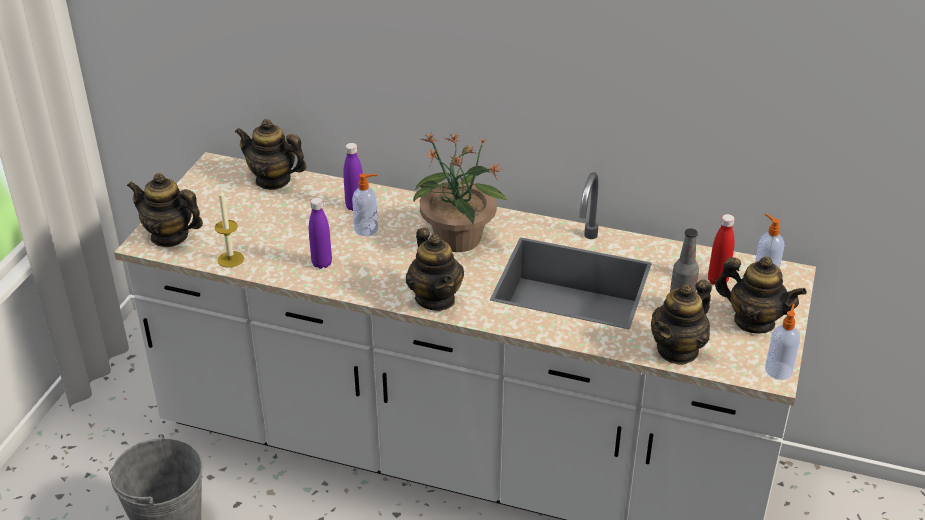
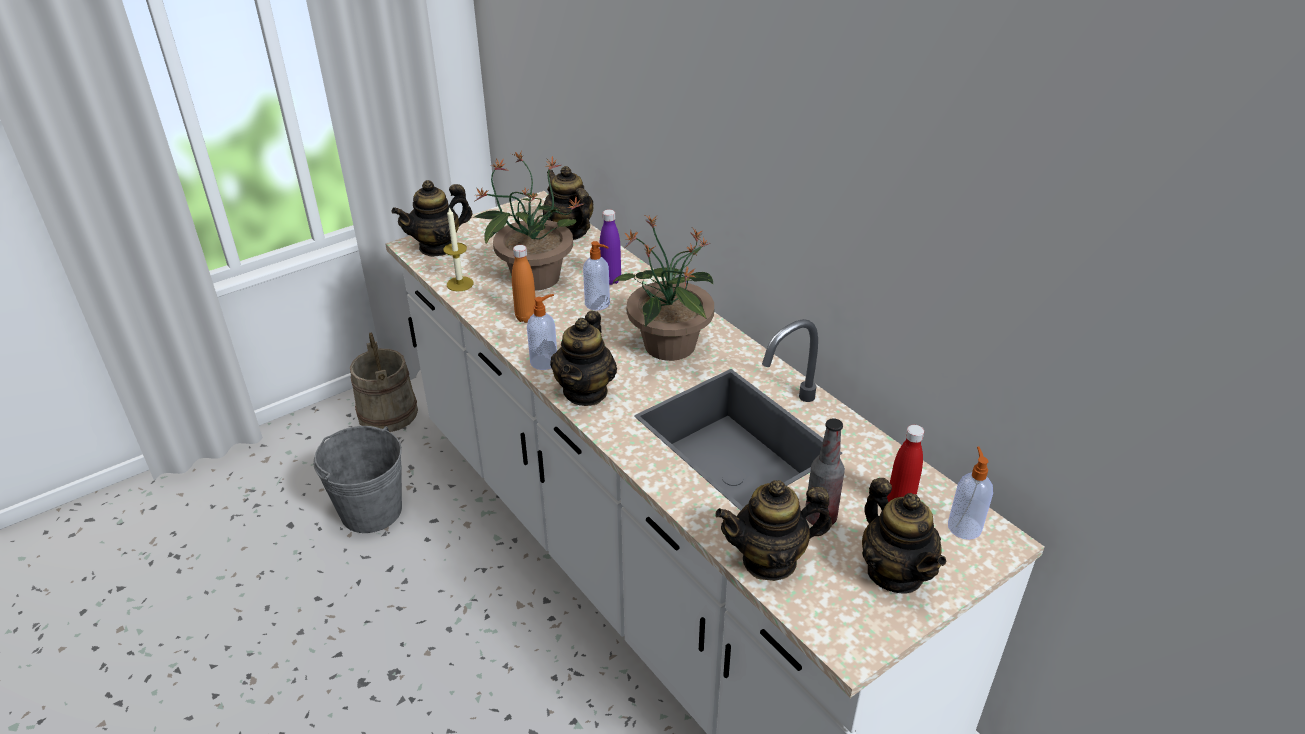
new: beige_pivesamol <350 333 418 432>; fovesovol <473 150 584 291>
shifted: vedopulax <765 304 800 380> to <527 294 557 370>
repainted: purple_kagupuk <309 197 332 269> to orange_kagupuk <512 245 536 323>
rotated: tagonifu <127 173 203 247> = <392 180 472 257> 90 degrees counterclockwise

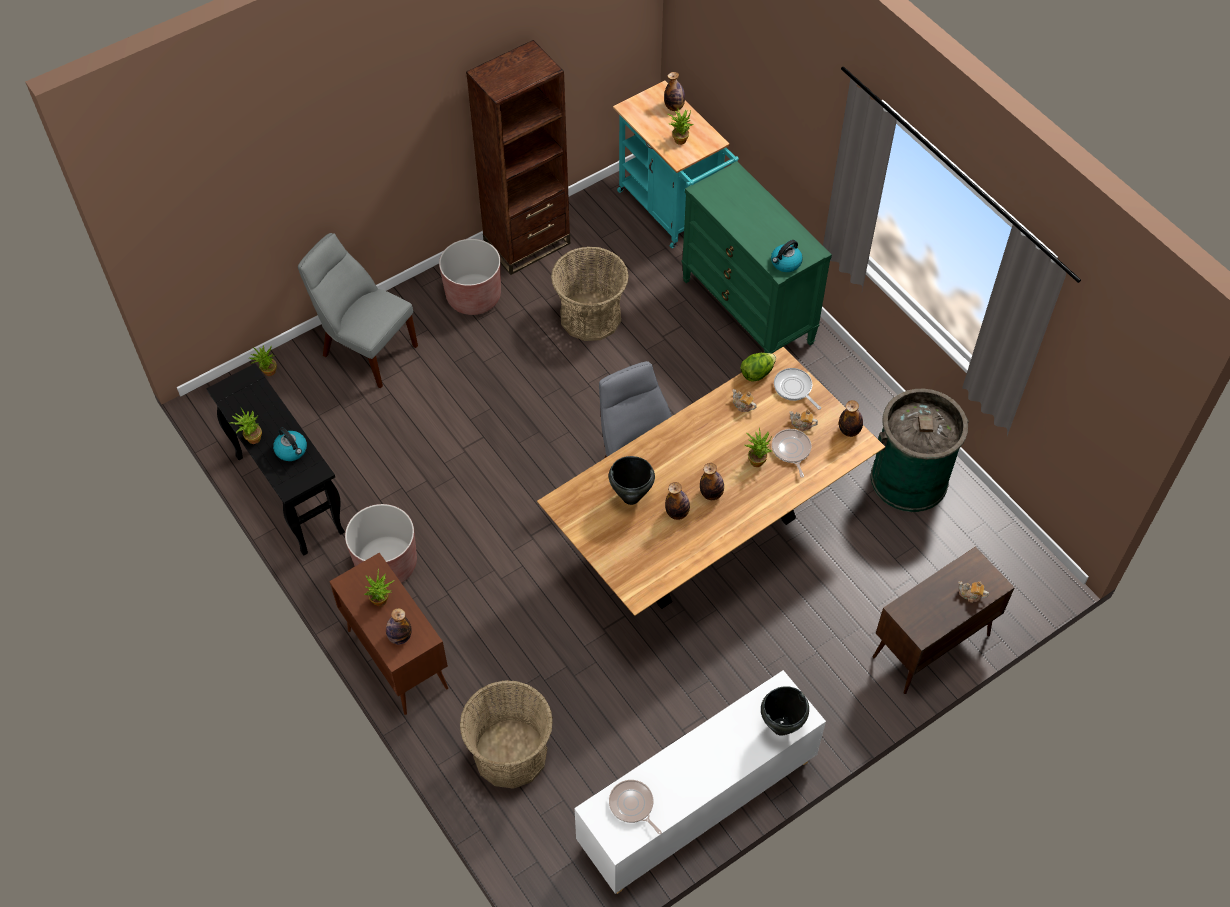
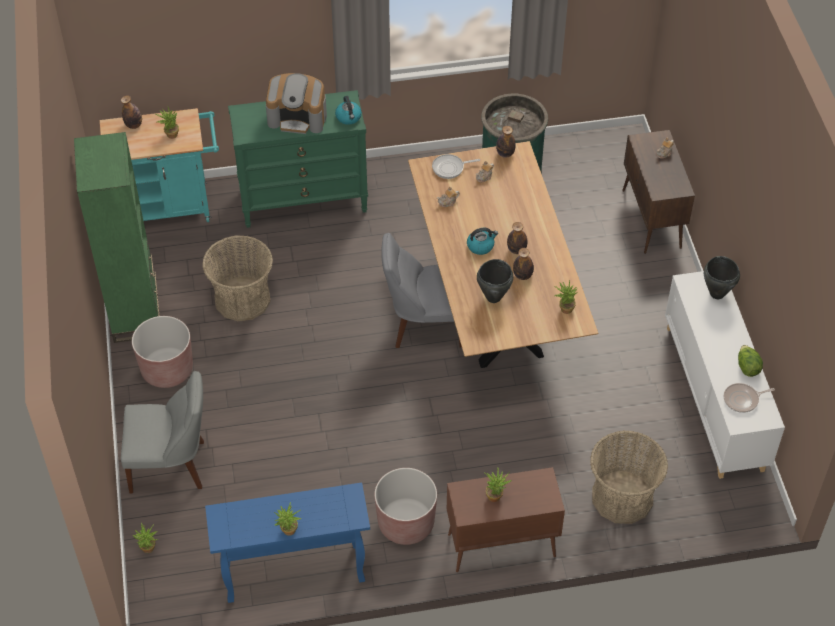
gone: kagupuk <386 608 411 644>; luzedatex <772 429 811 478>
new: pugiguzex <266 73 327 134>
shifted: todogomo <273 427 307 461> to <467 228 498 255>; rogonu <740 353 776 382> to <738 345 763 377>; fovesovol <745 428 772 467> to <554 280 578 314>
repainted: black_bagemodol <206 364 345 556> to blue_bagemodol <205 482 370 603>; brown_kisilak <466 40 570 275> to green_kisilak <74 132 160 343>
rotated: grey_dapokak <298 233 418 388> = <121 371 204 494> 150 degrees counterclockwise

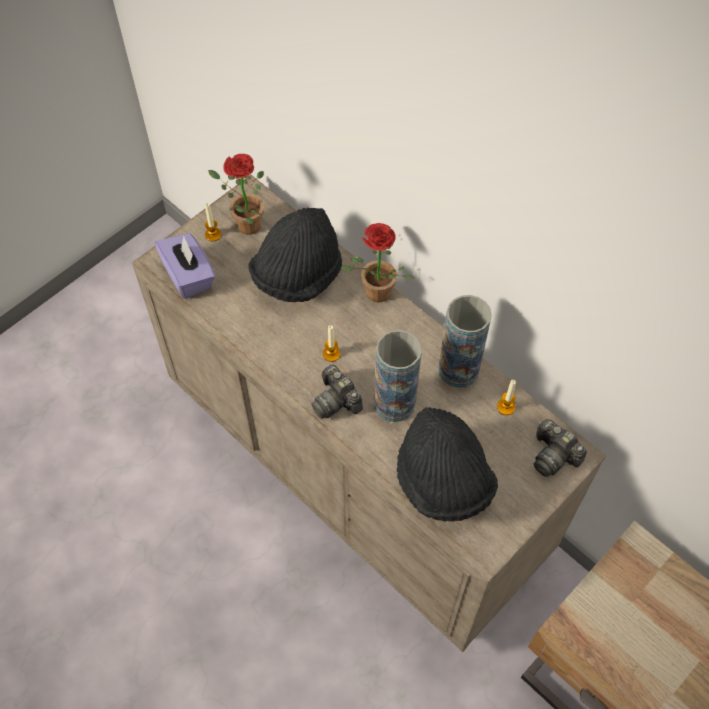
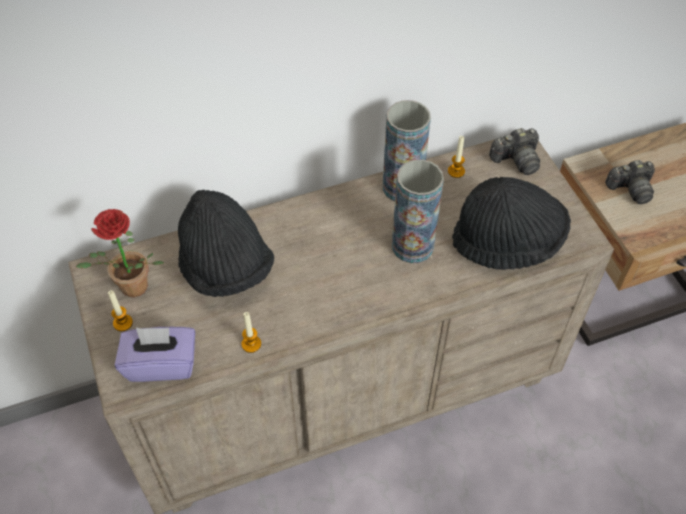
gone: fovesovol <341 223 414 303>
shifted: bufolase <311 365 363 419> to <605 160 655 204>; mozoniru <323 325 340 362> to <241 312 261 353>

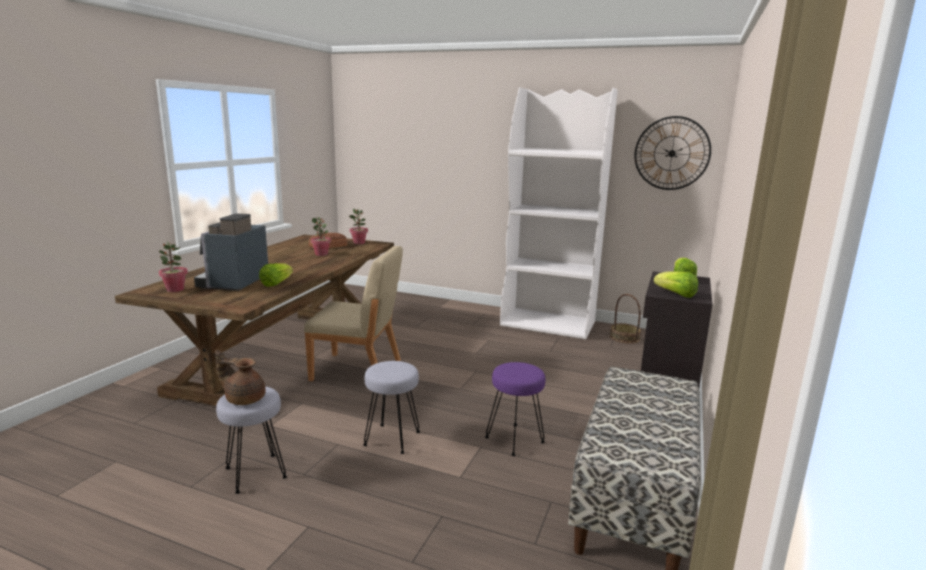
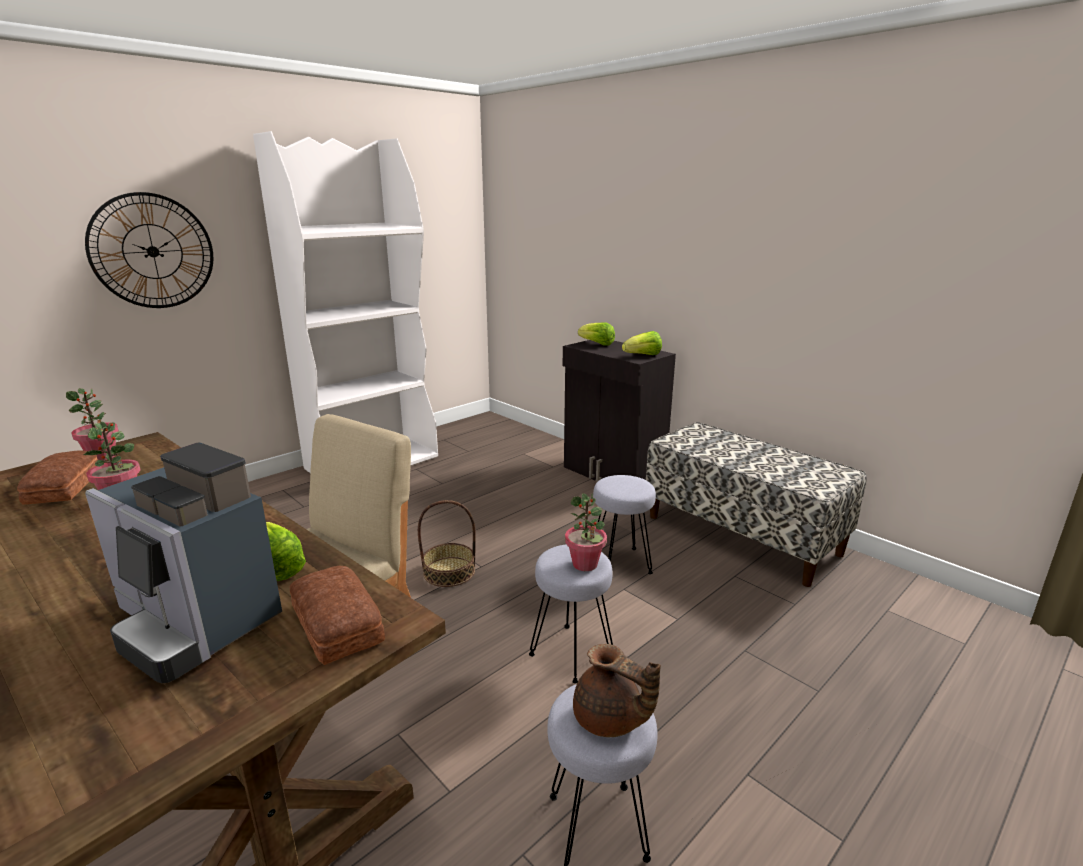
new: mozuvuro <290 565 385 665>
shifted: fovesovol <159 242 188 292> to <565 493 607 571>; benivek <610 294 641 344> to <418 500 476 587>; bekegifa <634 116 711 190> to <85 192 213 308>
repainted: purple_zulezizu <485 362 545 456> to grey_zulezizu <593 475 656 574>
rotated: brown_tagonifu <215 350 266 405> = <573 644 661 737> 90 degrees counterclockwise

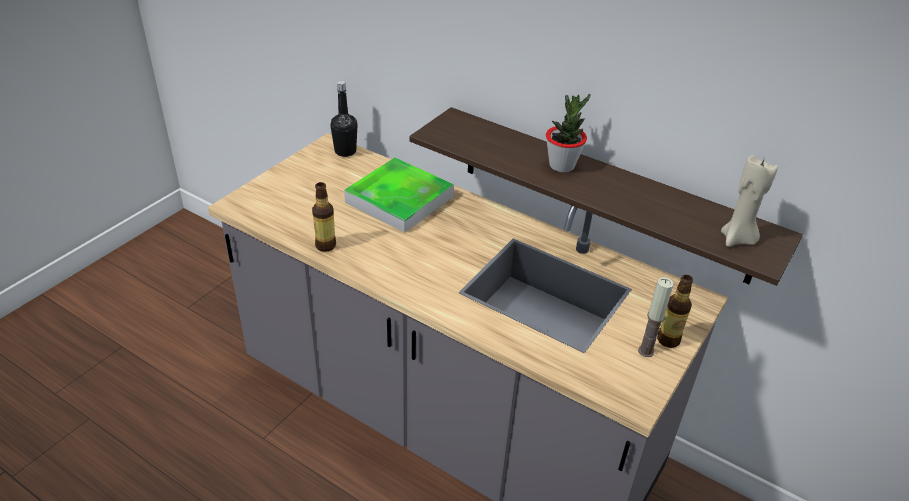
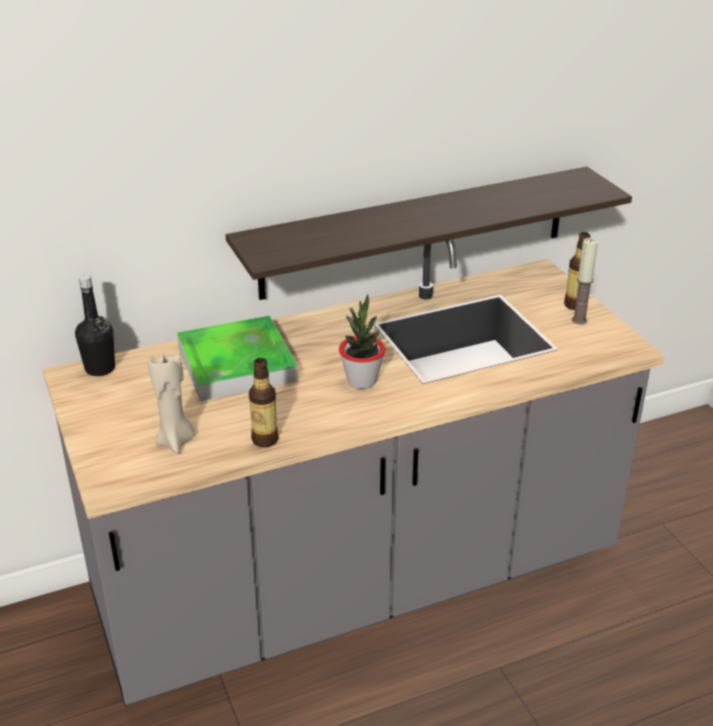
shifted: fovesovol <546 94 591 172> to <339 294 385 389>; beige_mozoniru <721 155 778 247> to <148 352 195 454>

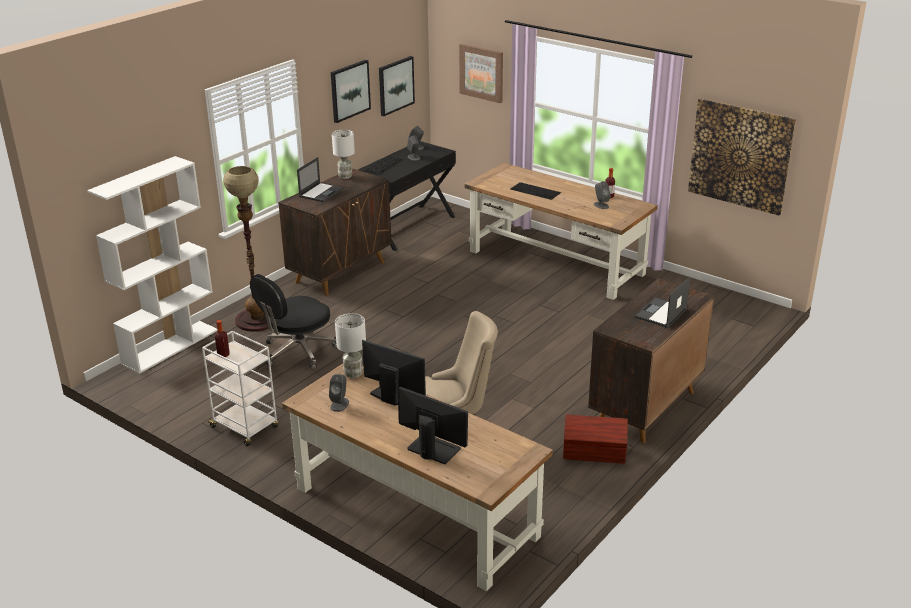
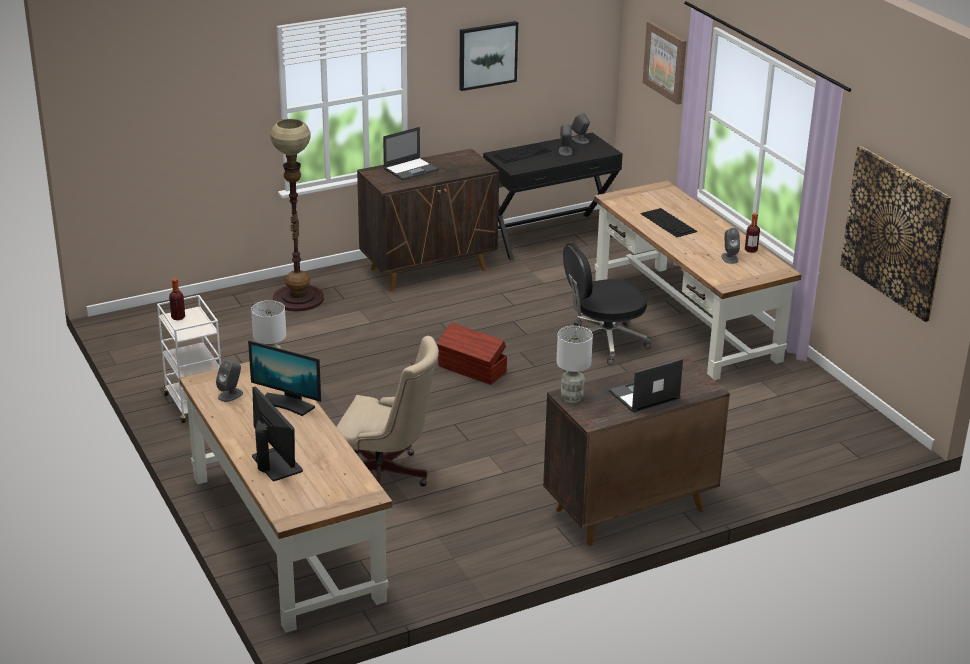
gone: white_kisilak <87 156 218 374>; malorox <379 56 415 116>
shifted: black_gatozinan <250 274 337 370> to <563 243 652 365>; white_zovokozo <332 130 355 179> to <556 326 593 403>; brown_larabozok <563 415 628 464> to <436 323 507 385>
rotated: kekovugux <362 340 426 406> = <248 340 321 416> 150 degrees clockwise

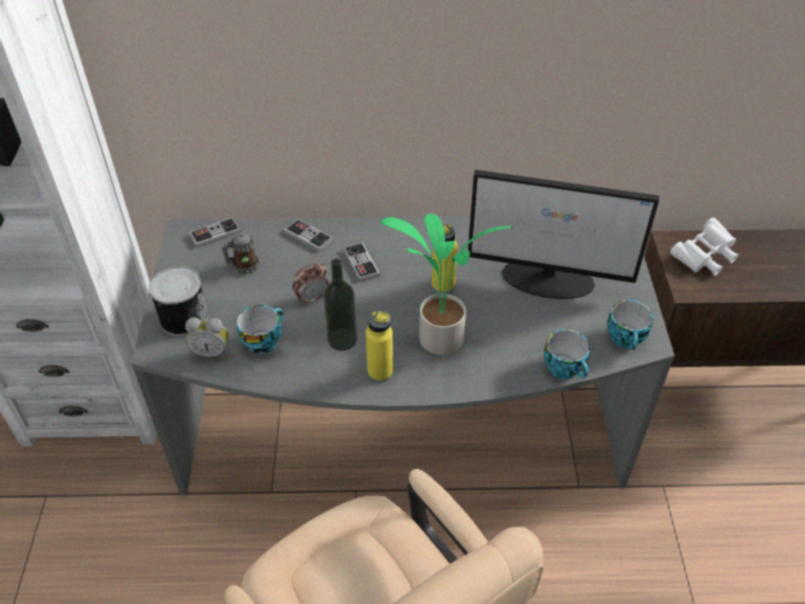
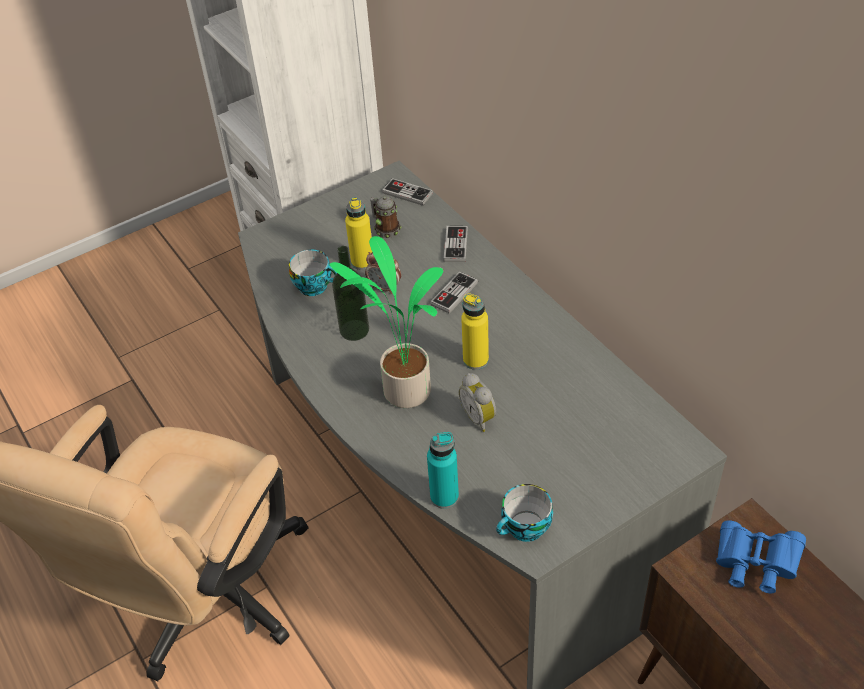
gone: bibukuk <149 267 209 336>; kekovugux <468 170 659 299>
shifted: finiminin <185 317 228 358> to <459 373 496 432>; yellow_kagupuk <366 311 393 382> to <345 197 372 270>
swapped: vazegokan <544 329 590 379> to turquoise_kagupuk <427 432 459 509>
repainted: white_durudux <670 218 739 276> to blue_durudux <716 520 806 594>

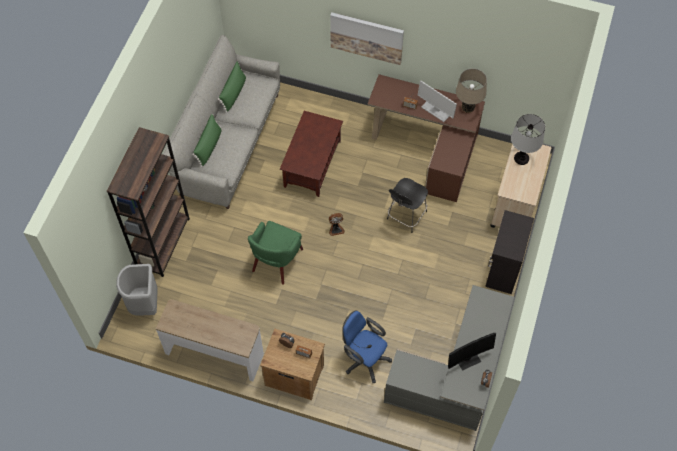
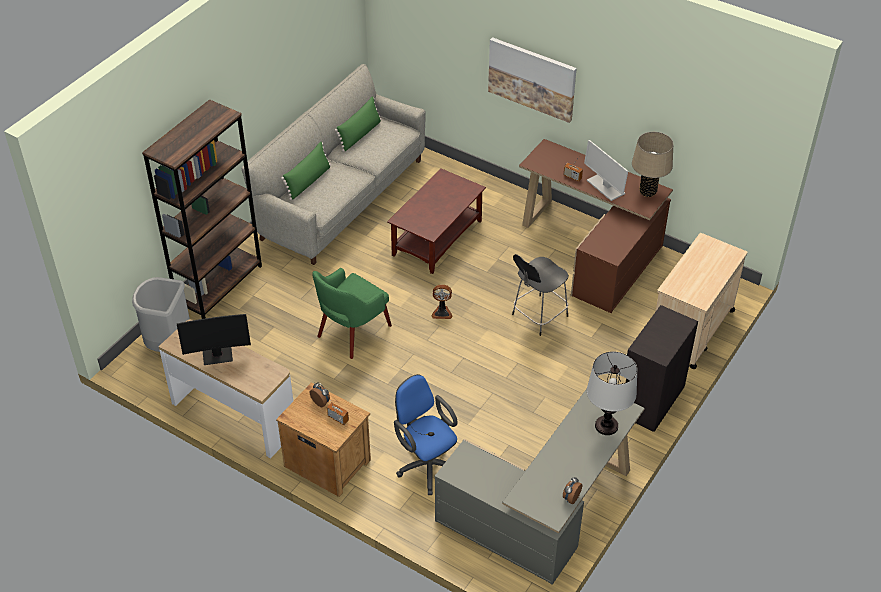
shifted: kekovugux <448 333 496 371> to <177 314 251 365>; zovokozo <511 114 545 165> to <587 352 637 435>

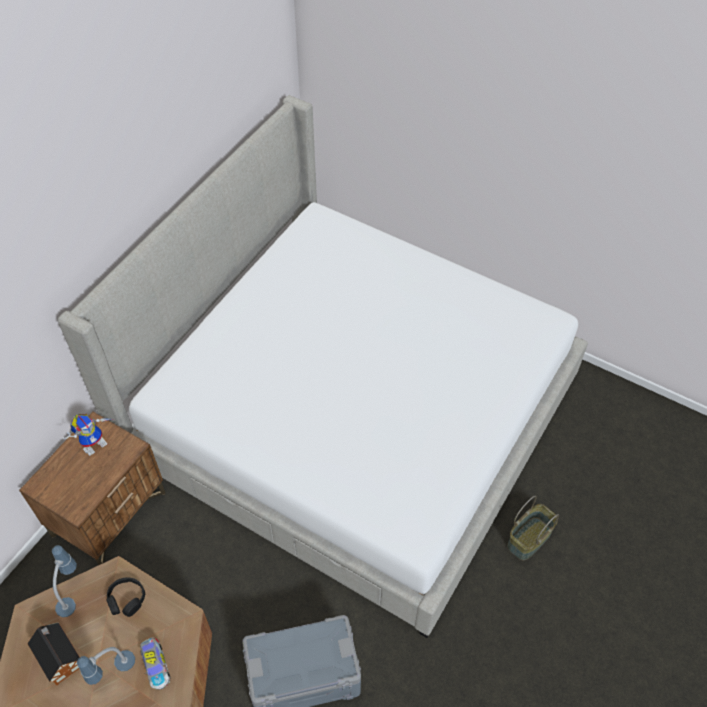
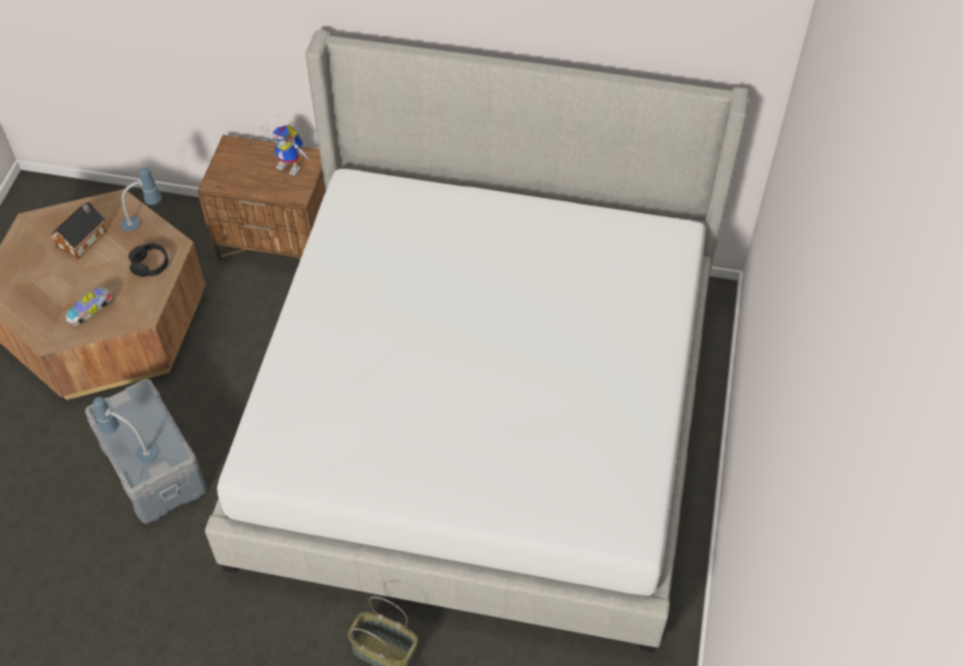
shifted: zovokozo <77 647 135 685> to <93 397 158 463>

